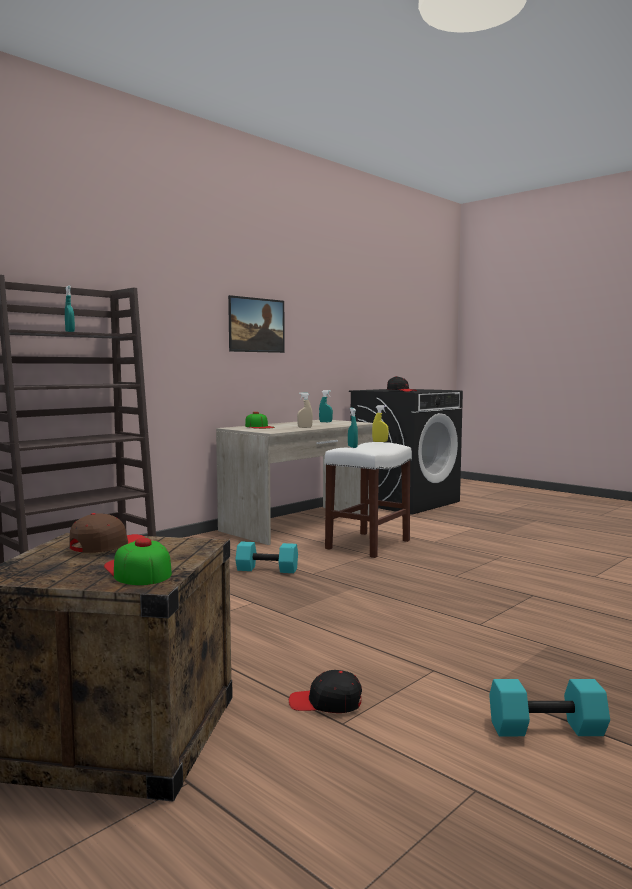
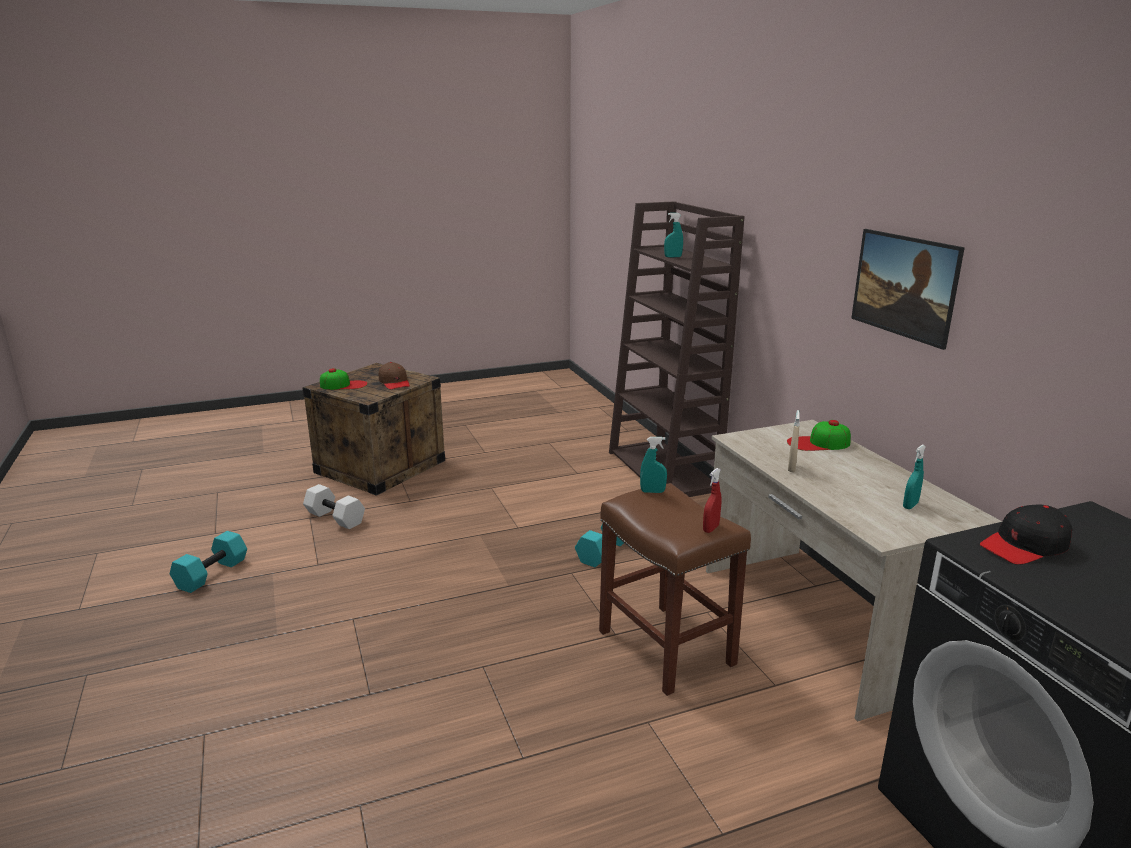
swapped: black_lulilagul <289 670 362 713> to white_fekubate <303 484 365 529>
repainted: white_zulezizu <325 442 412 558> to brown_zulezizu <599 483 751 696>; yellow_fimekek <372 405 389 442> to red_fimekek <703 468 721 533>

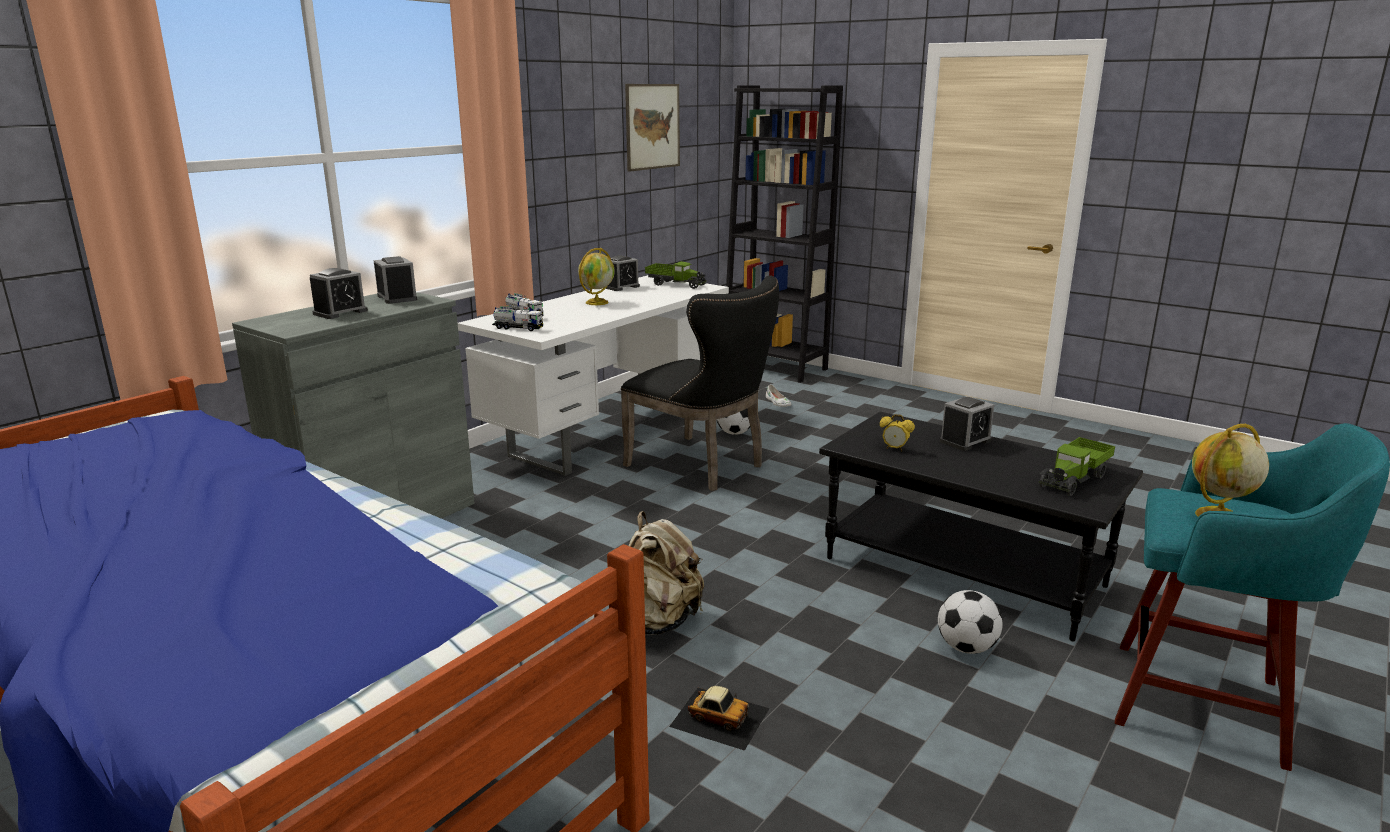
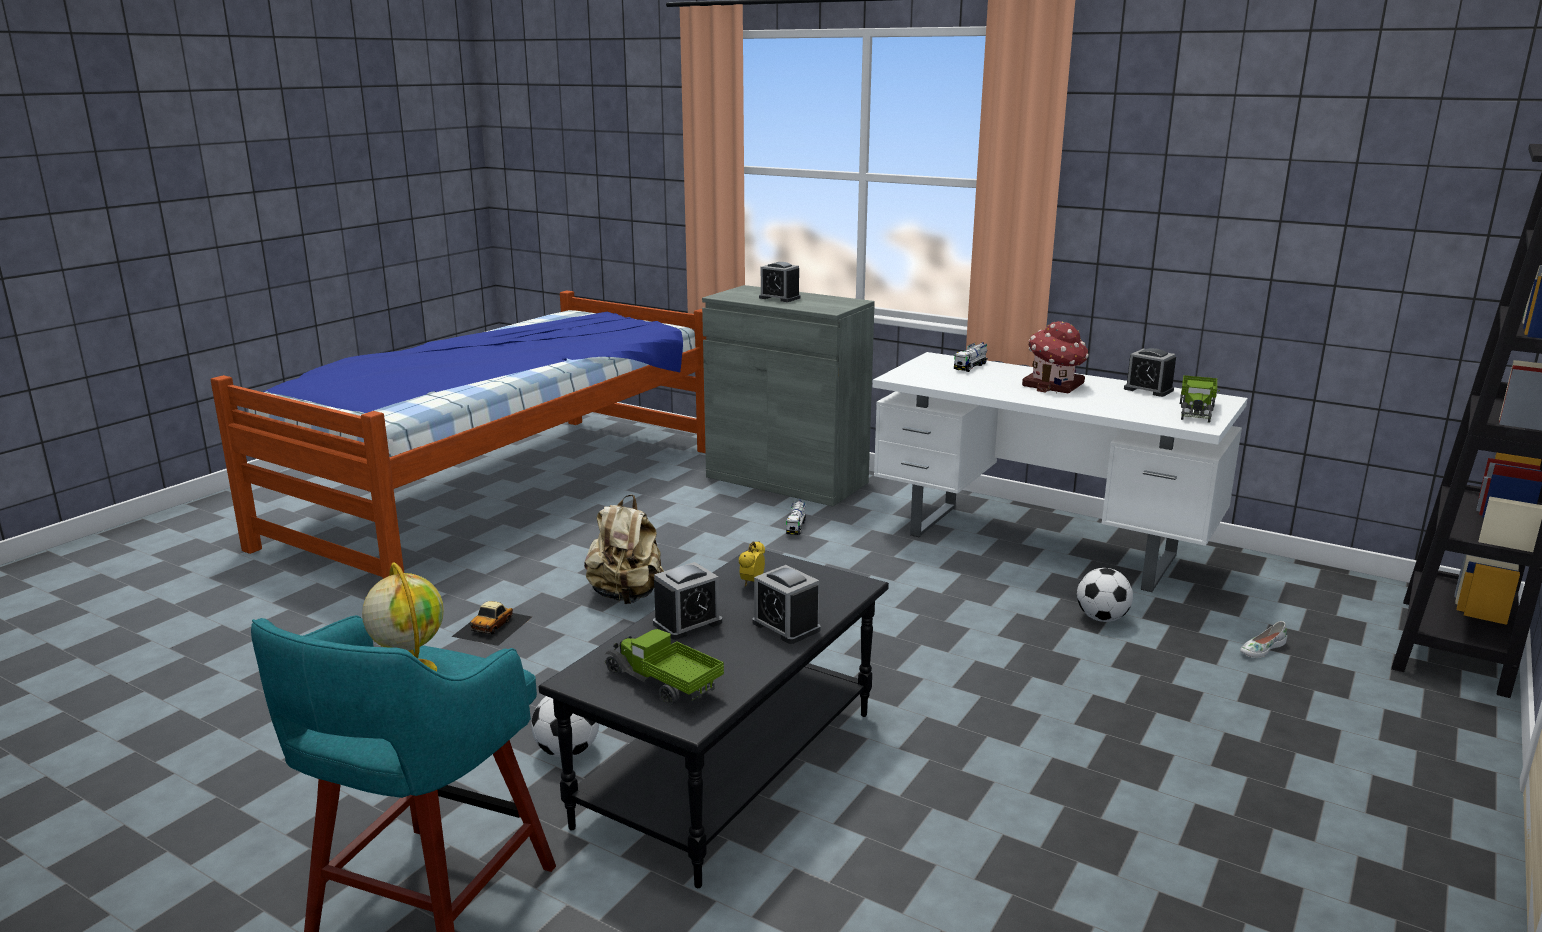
gone: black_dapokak <621 275 779 491>; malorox <625 84 680 172>
shifted: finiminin <373 256 417 304> to <653 562 722 640>; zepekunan <492 306 543 331> to <786 500 806 535>
swapped: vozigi <578 248 615 305> to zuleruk <1022 321 1089 393>

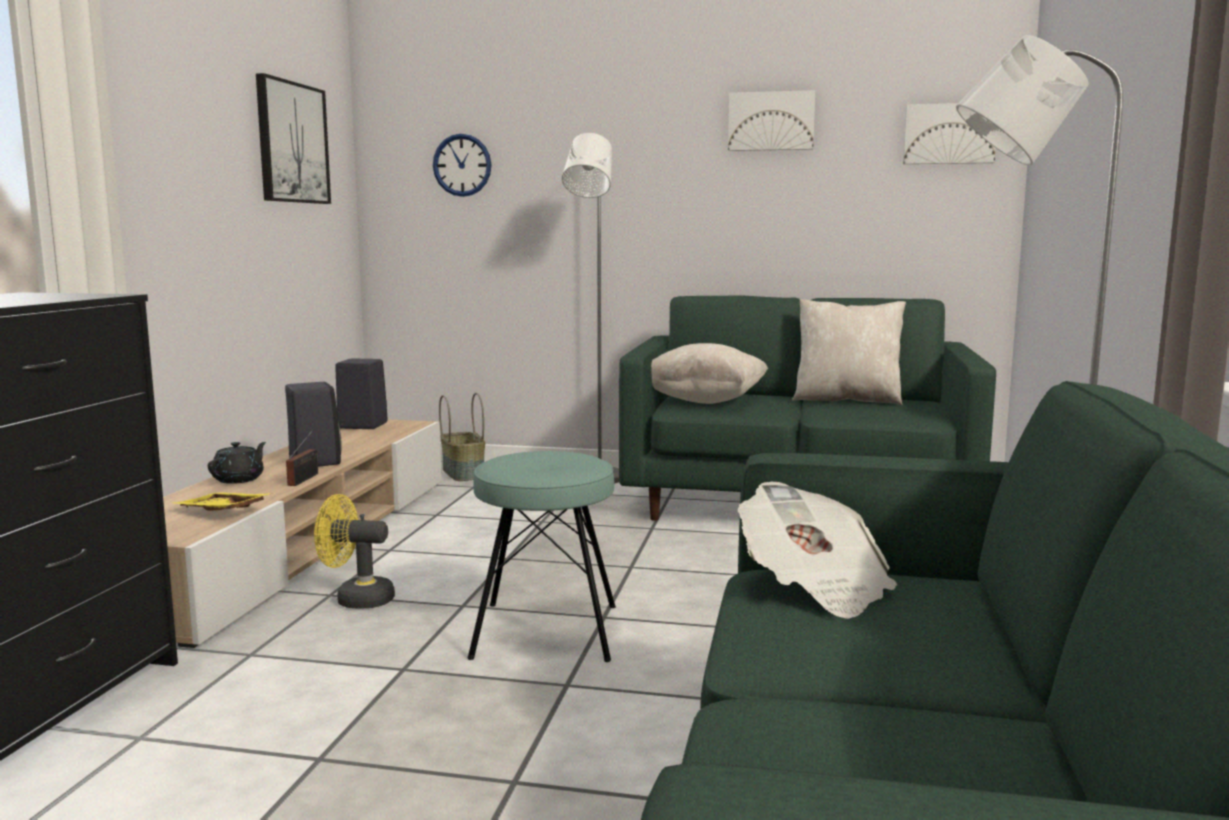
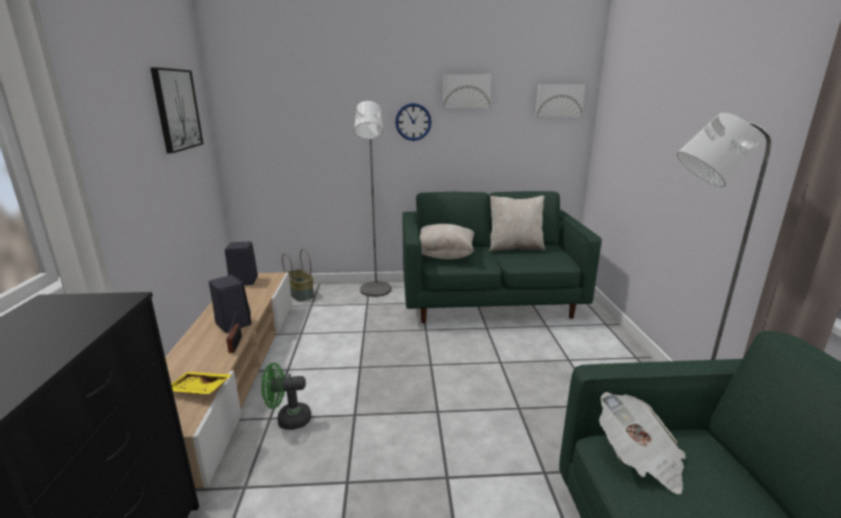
gone: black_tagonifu <208 442 266 484>; turquoise_zulezizu <467 451 616 662>
shifted: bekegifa <433 134 491 197> to <395 103 432 141>
repainted: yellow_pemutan <314 494 395 609> to green_pemutan <261 362 311 430>

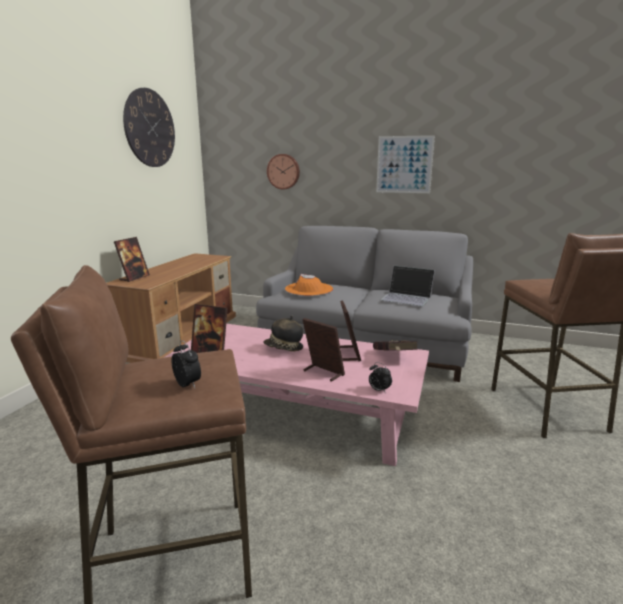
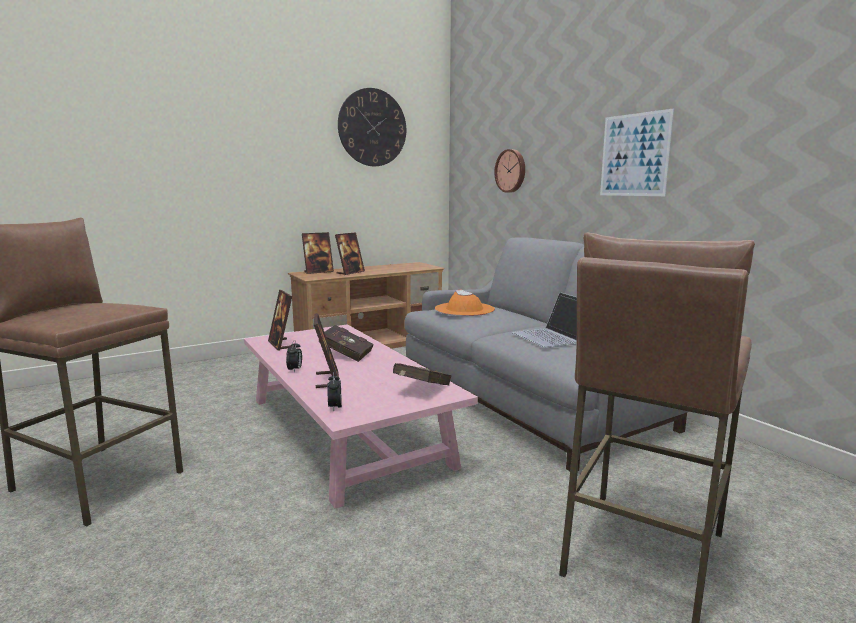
shifted: finiminin <172 340 201 388> to <286 340 302 373>; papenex <340 300 361 361> to <335 232 365 275>
swapped: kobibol <263 316 303 352> to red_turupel <318 325 373 362>

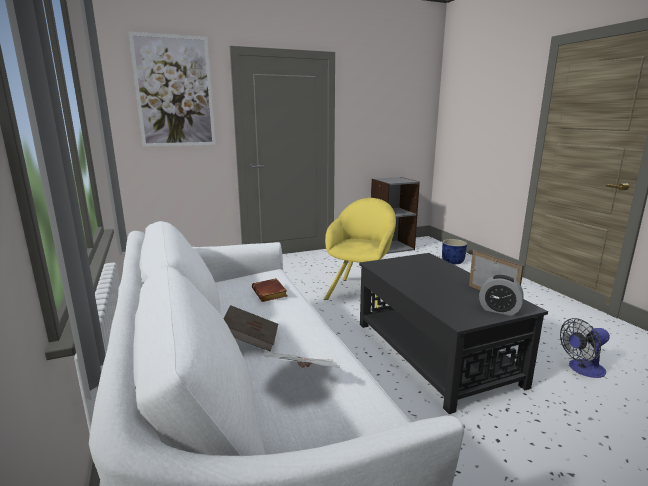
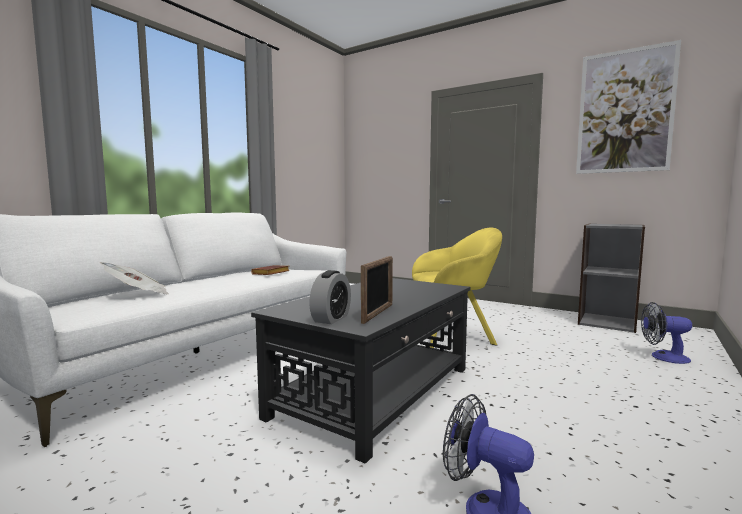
gone: brown_turupel <224 305 278 352>
shifted: malorox <129 32 216 147> to <576 40 681 174>
swapped: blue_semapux <442 239 467 264> to pemutan <641 302 692 364>
rotated: finiminin <479 275 524 316> = <309 270 351 324> 150 degrees counterclockwise

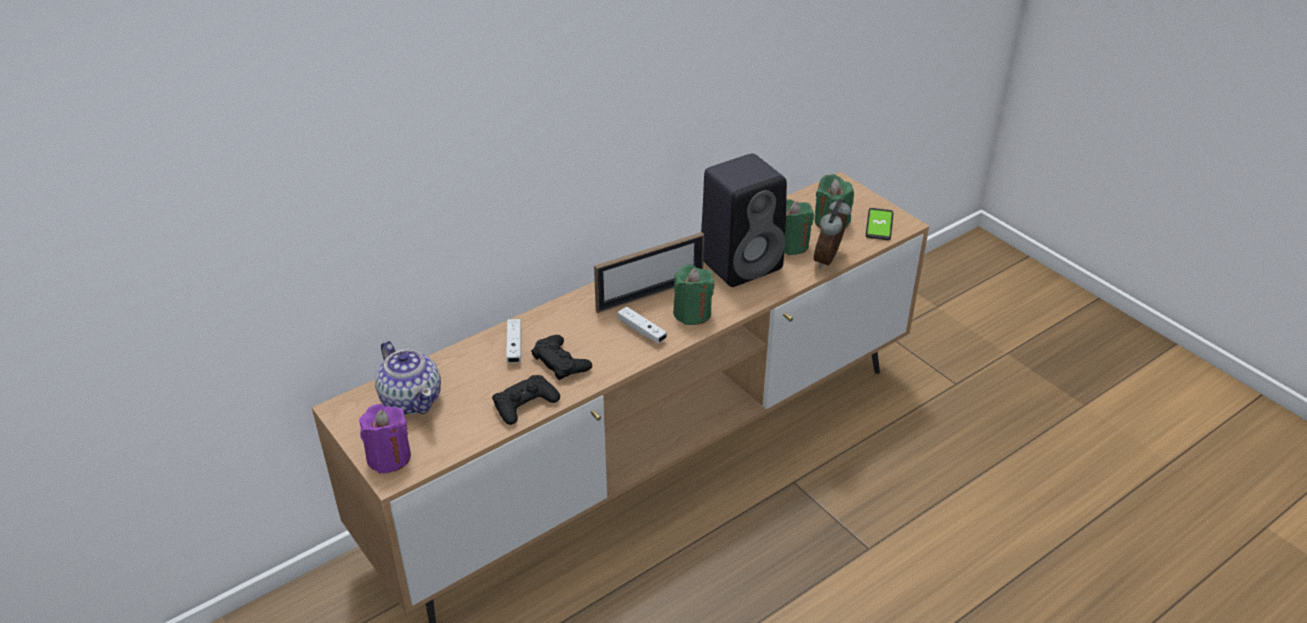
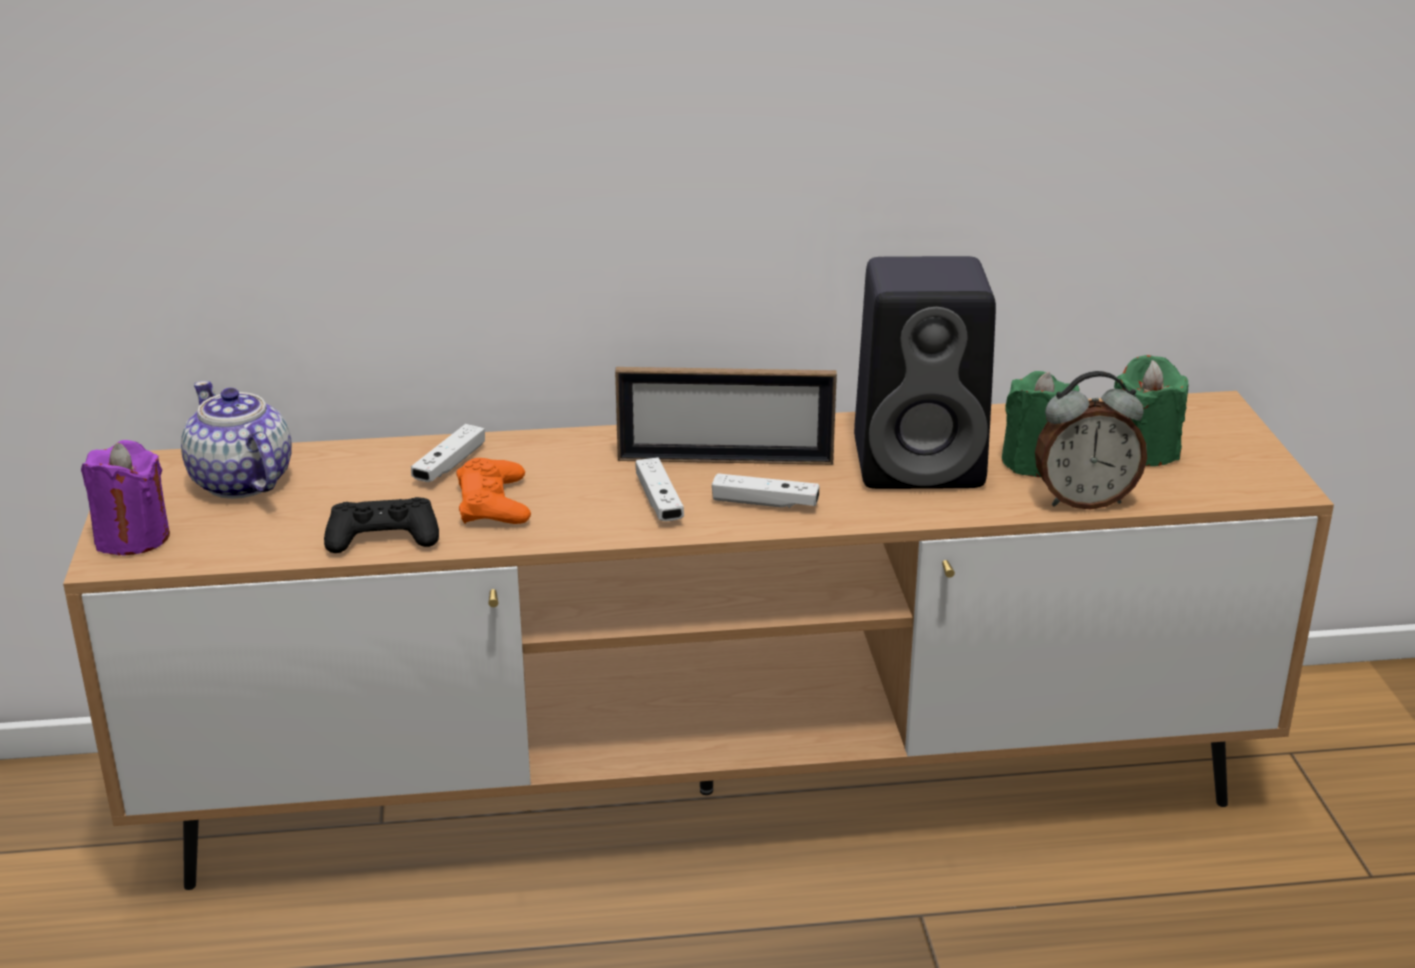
gone: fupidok <866 208 893 240>
swapped: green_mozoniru <673 265 714 325> to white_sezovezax <712 473 819 508>
repainted: black_sezovezax <531 335 592 380> to orange_sezovezax <456 458 531 524>
rotated: tagonifu <375 341 441 414> = <181 381 292 499> 150 degrees clockwise; finiminin <814 199 851 269> = <1035 371 1147 510> 150 degrees counterclockwise

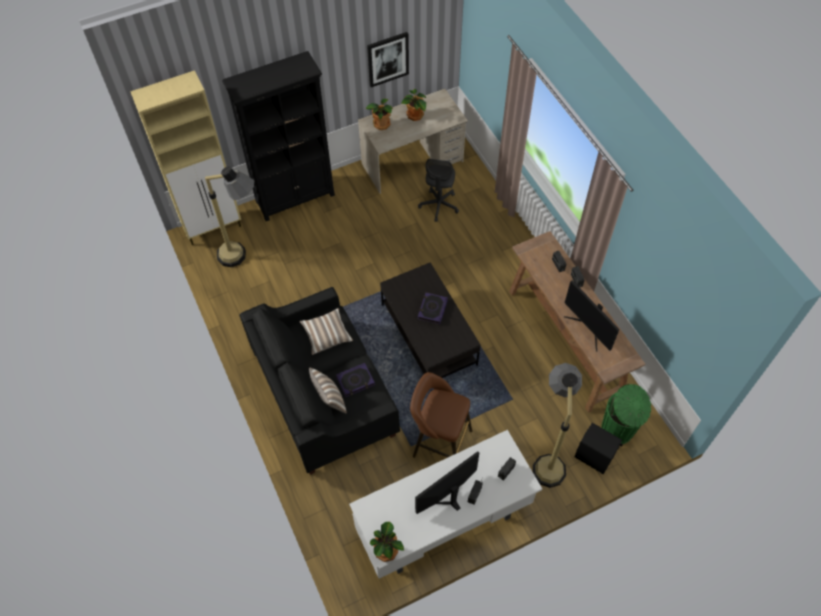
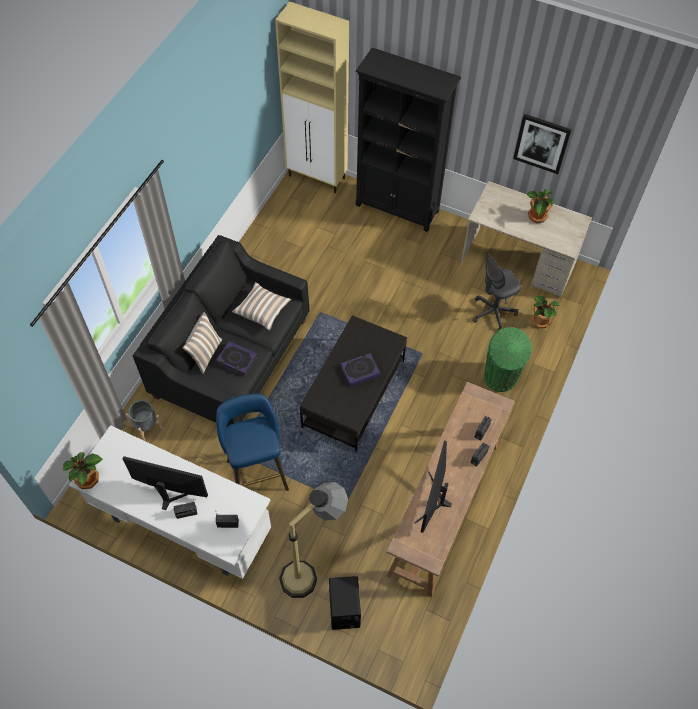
gone: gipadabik <205 166 254 267>
new: grey_semapux <126 400 163 441>
shifted: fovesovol <365 99 393 130> to <531 296 561 328>; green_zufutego <601 384 651 444> to <484 327 532 392>
repainted: brown_zulezizu <410 372 472 458> to blue_zulezizu <216 394 289 491>

